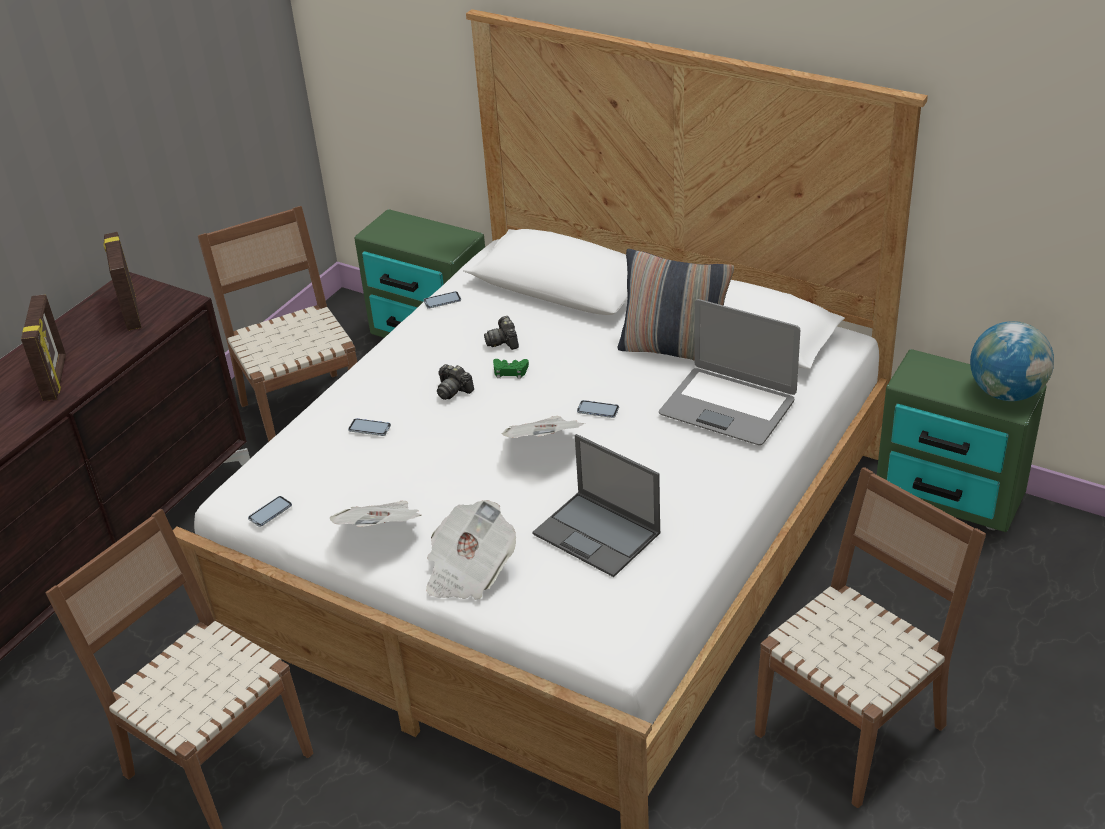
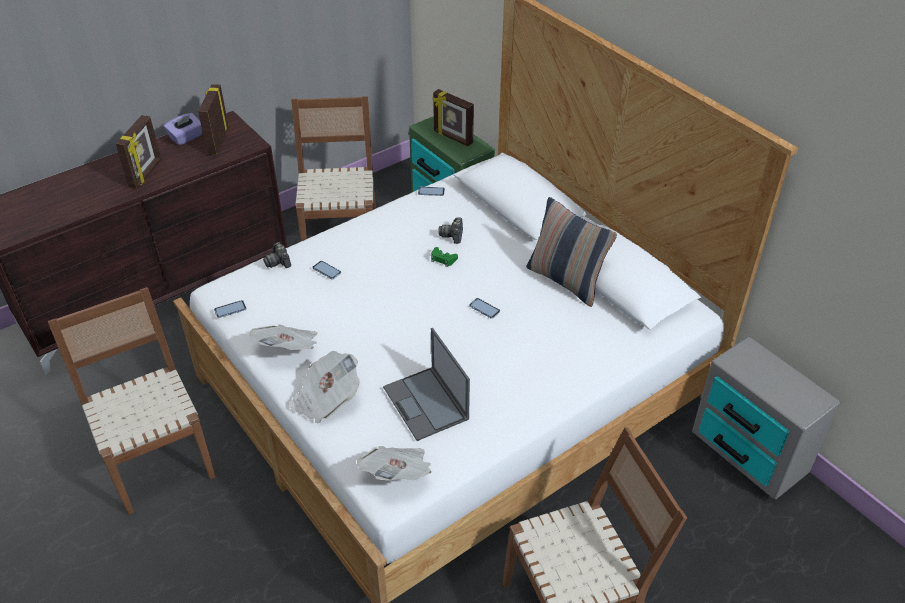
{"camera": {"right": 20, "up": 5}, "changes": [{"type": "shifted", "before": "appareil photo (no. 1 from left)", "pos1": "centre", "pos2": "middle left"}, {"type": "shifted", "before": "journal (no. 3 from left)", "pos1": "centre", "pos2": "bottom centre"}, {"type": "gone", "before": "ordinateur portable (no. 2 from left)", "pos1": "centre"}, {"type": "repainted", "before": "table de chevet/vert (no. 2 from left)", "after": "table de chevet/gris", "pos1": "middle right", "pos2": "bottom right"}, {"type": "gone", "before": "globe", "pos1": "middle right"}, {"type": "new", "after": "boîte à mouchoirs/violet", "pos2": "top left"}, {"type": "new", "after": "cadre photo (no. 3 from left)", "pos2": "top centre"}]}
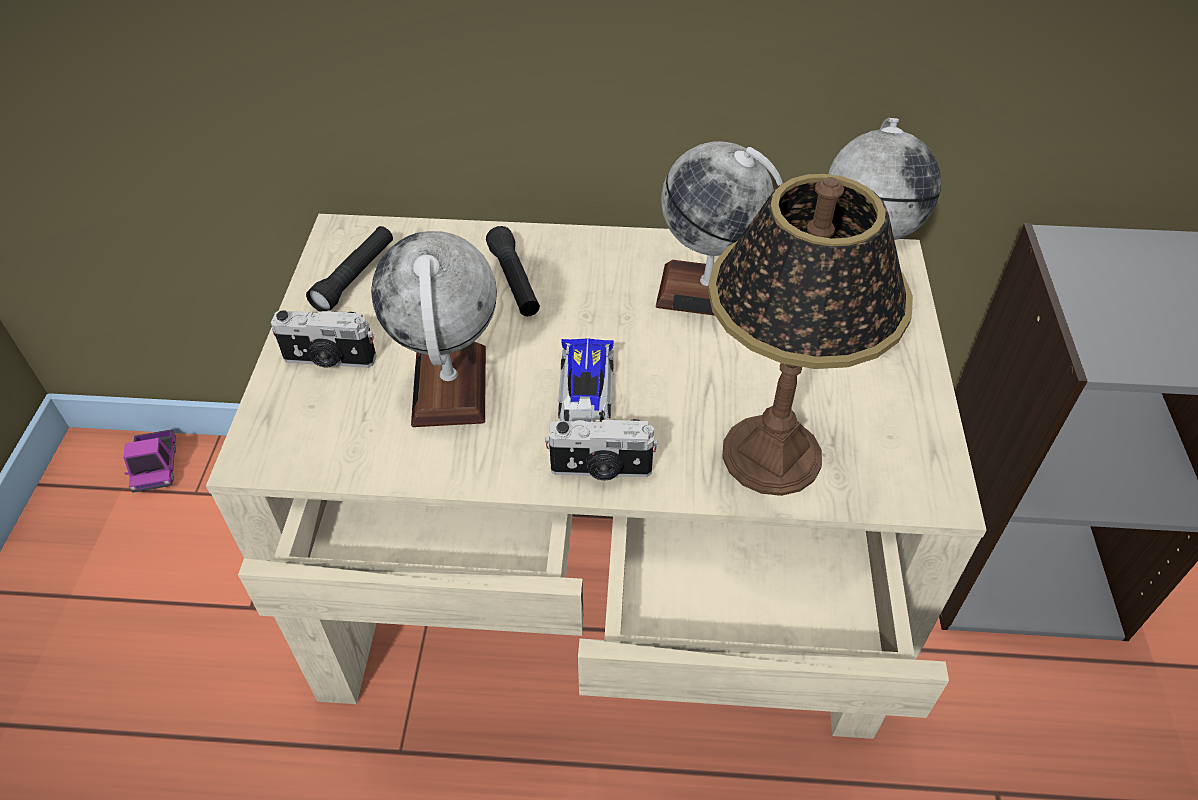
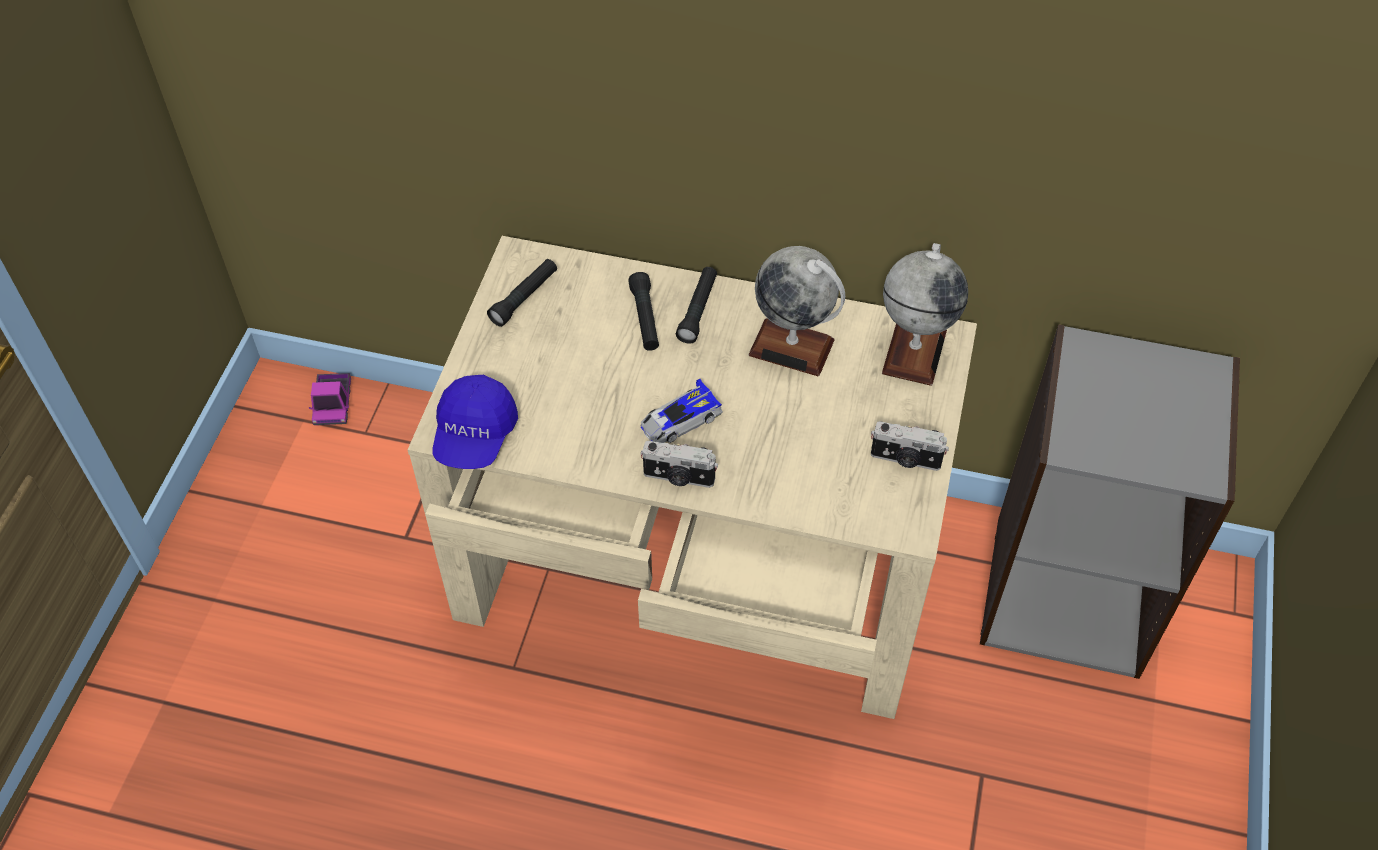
{"camera": {"right": 10, "up": 5}, "changes": [{"type": "shifted", "before": "appareil photo (no. 1 from left in the first image)", "after": "appareil photo (no. 2 from left)", "pos1": "middle left", "pos2": "centre"}, {"type": "gone", "before": "globe (no. 1 from left)", "pos1": "centre"}, {"type": "rotated", "before": "petite voiture", "pos1": "centre", "pos2": "centre", "turn": 45}, {"type": "gone", "before": "lampe de table", "pos1": "middle right"}, {"type": "new", "after": "casquette/bleu", "pos2": "centre"}, {"type": "new", "after": "lampe de poche/noir (no. 3 from left)", "pos2": "centre"}]}
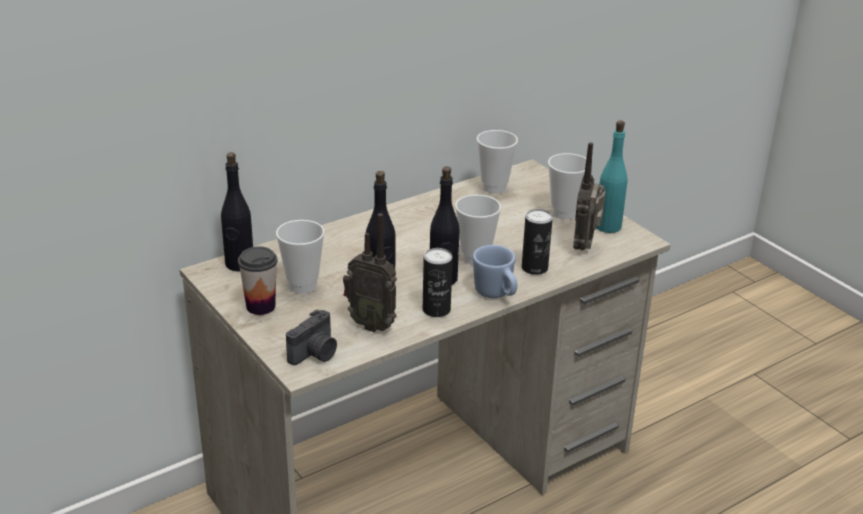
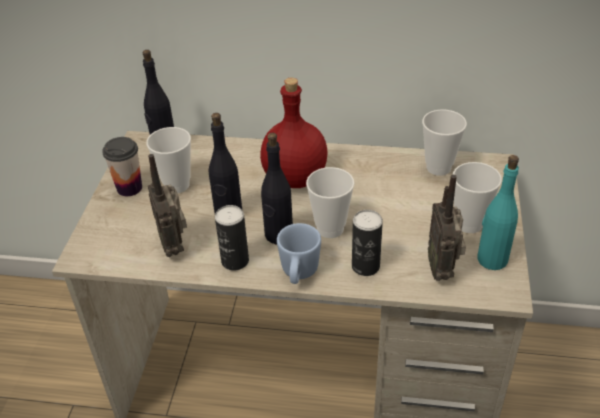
{"camera": {"right": 45, "up": 10}, "changes": [{"type": "gone", "before": "appareil photo", "pos1": "centre"}, {"type": "rotated", "before": "radio (no. 2 from left)", "pos1": "middle right", "pos2": "middle right", "turn": -60}, {"type": "new", "after": "bouteille/rouge", "pos2": "top centre"}]}
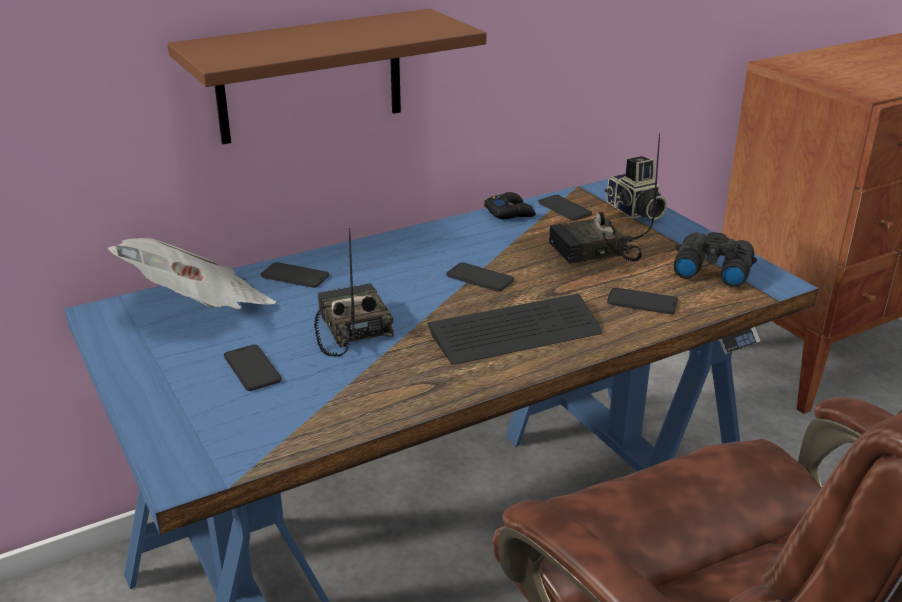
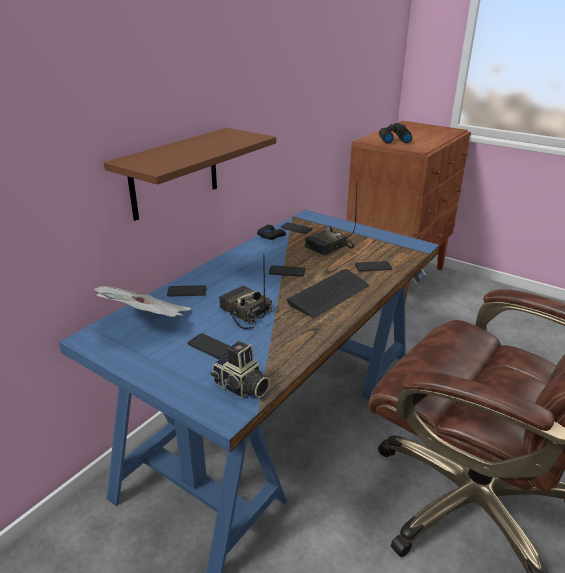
{"camera": {"right": -25, "up": 0}, "changes": [{"type": "shifted", "before": "appareil photo", "pos1": "top right", "pos2": "centre"}, {"type": "shifted", "before": "jumelles/noir", "pos1": "middle right", "pos2": "top right"}]}
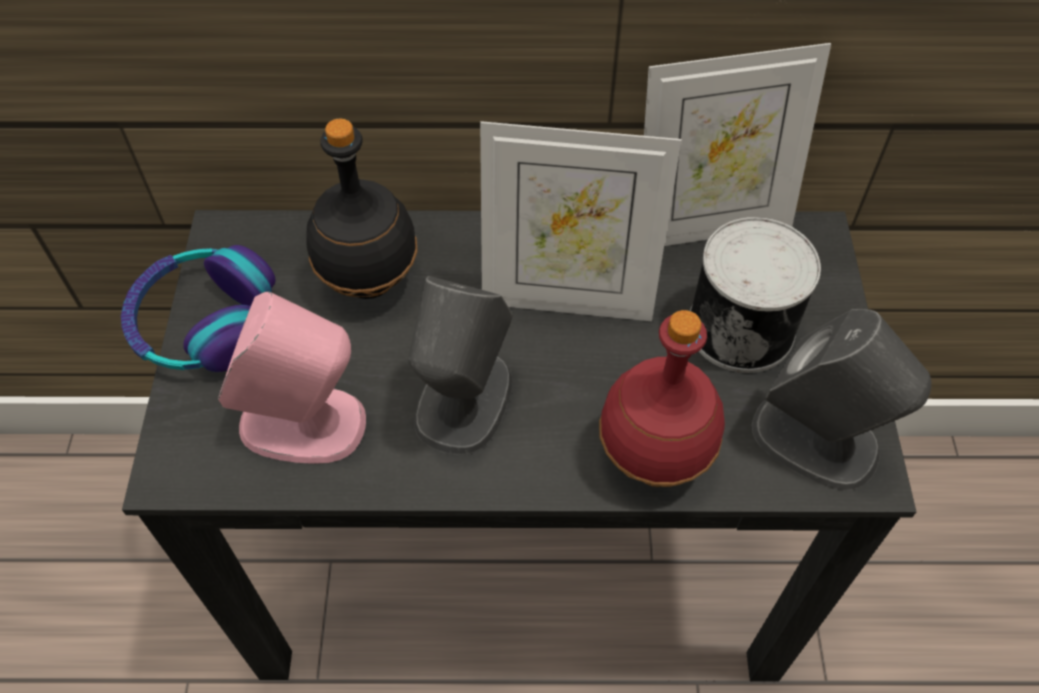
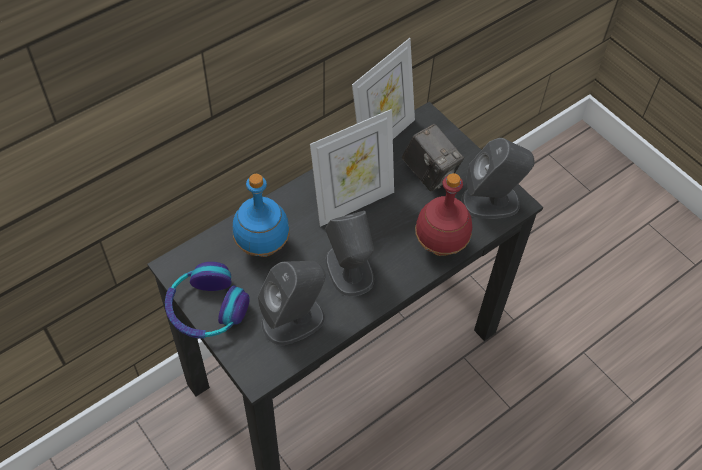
{"camera": {"right": -40, "up": 0}, "changes": [{"type": "repainted", "before": "enceinte/rose", "after": "enceinte/gris (no. 1 from left)", "pos1": "middle left", "pos2": "centre"}, {"type": "repainted", "before": "bouteille/noir", "after": "bouteille/bleu", "pos1": "top centre", "pos2": "centre"}, {"type": "swapped", "before": "boîte métallique", "after": "appareil photo", "pos1": "middle right", "pos2": "centre"}]}
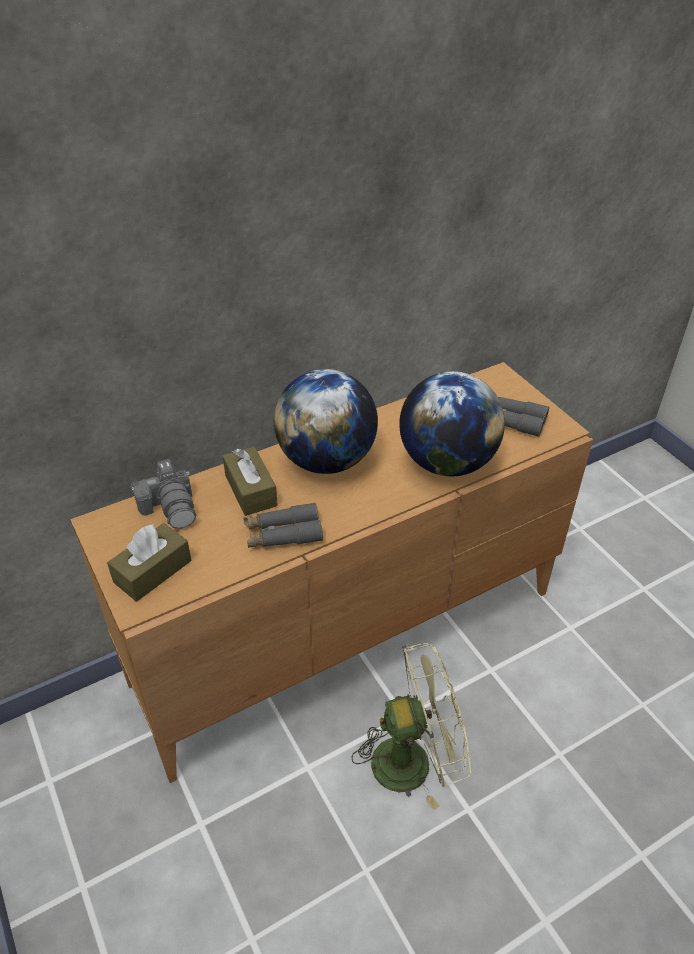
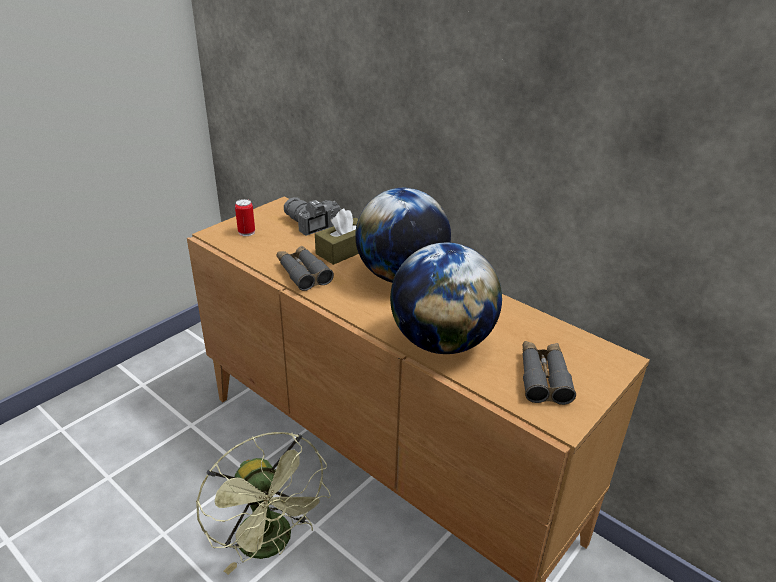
{"camera": {"right": 70, "up": -10}, "changes": [{"type": "swapped", "before": "boîte à mouchoirs/marron (no. 1 from left)", "after": "boîte métallique", "pos1": "middle left", "pos2": "middle left"}, {"type": "rotated", "before": "appareil photo", "pos1": "middle left", "pos2": "centre", "turn": 90}]}
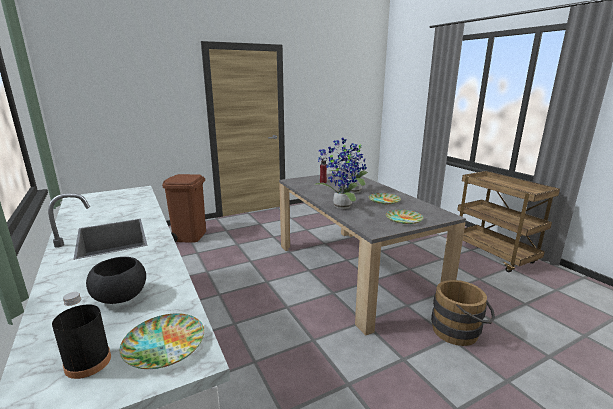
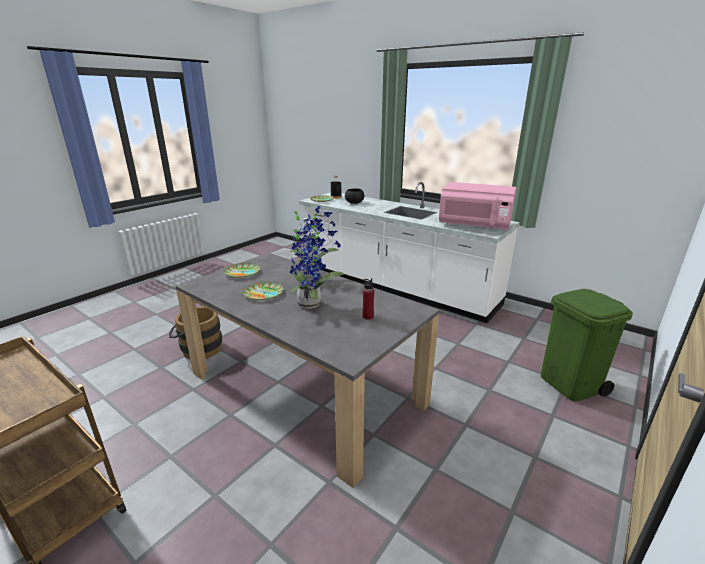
{"camera": {"right": 155, "up": 5}, "changes": [{"type": "repainted", "before": "poubelle/marron", "after": "poubelle/vert", "pos1": "middle left", "pos2": "middle right"}, {"type": "new", "after": "micro-ondes/rose", "pos2": "middle right"}]}
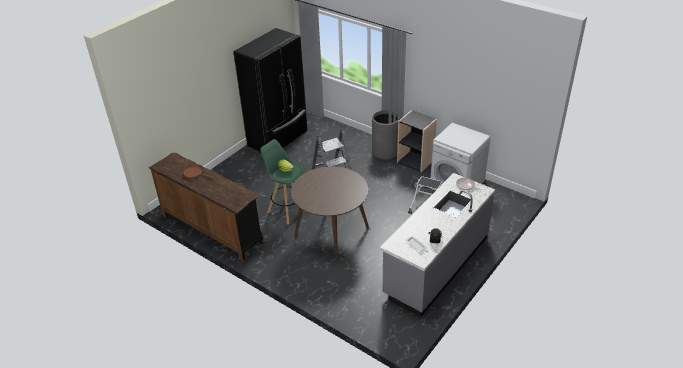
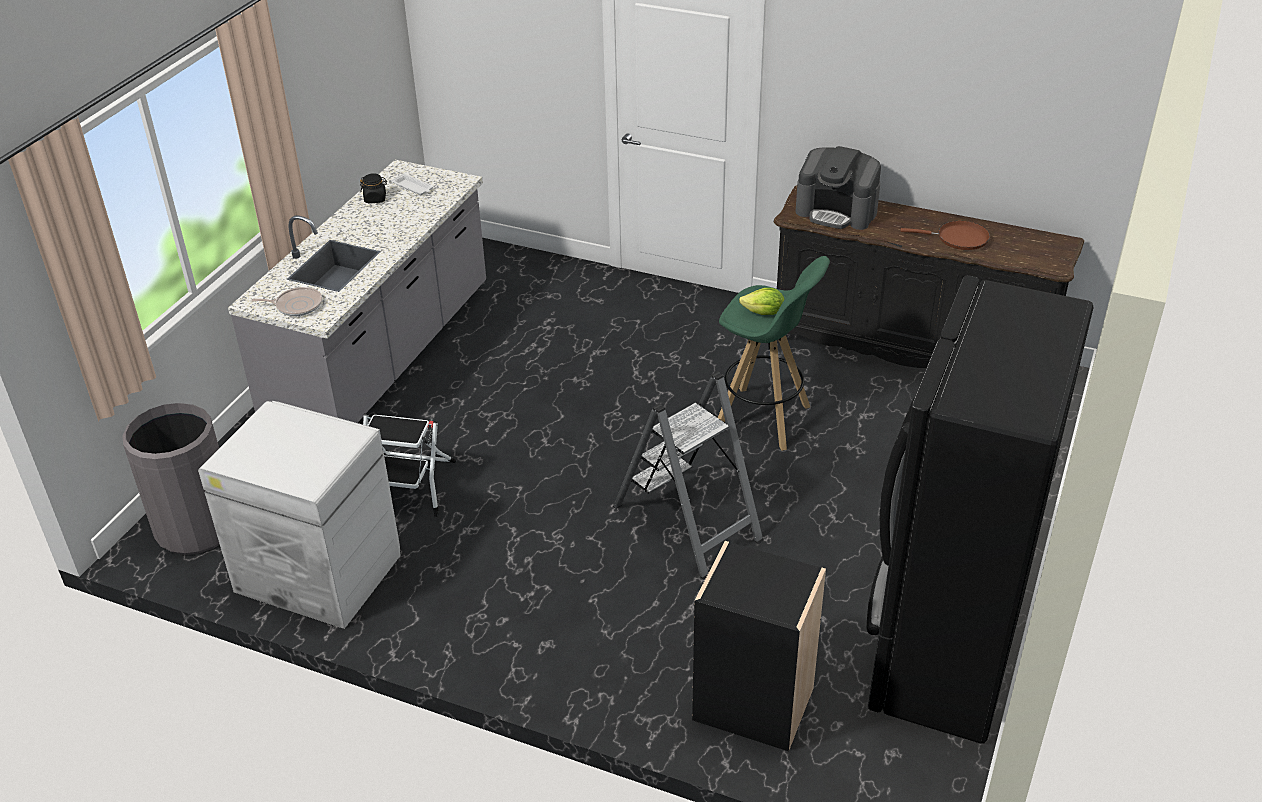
{"camera": {"right": 165, "up": 0}, "changes": [{"type": "gone", "before": "table à manger/marron", "pos1": "centre"}, {"type": "shifted", "before": "poubelle/gris", "pos1": "centre", "pos2": "middle left"}, {"type": "shifted", "before": "bibliothèque/noir", "pos1": "centre", "pos2": "bottom centre"}, {"type": "new", "after": "machine à café", "pos2": "top centre"}]}
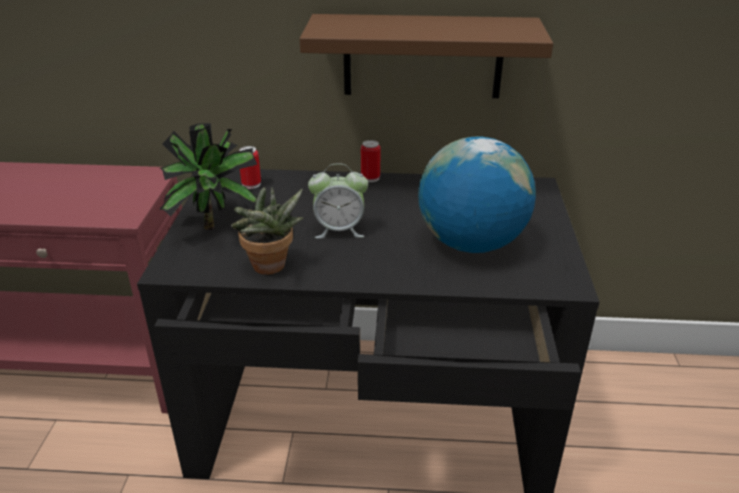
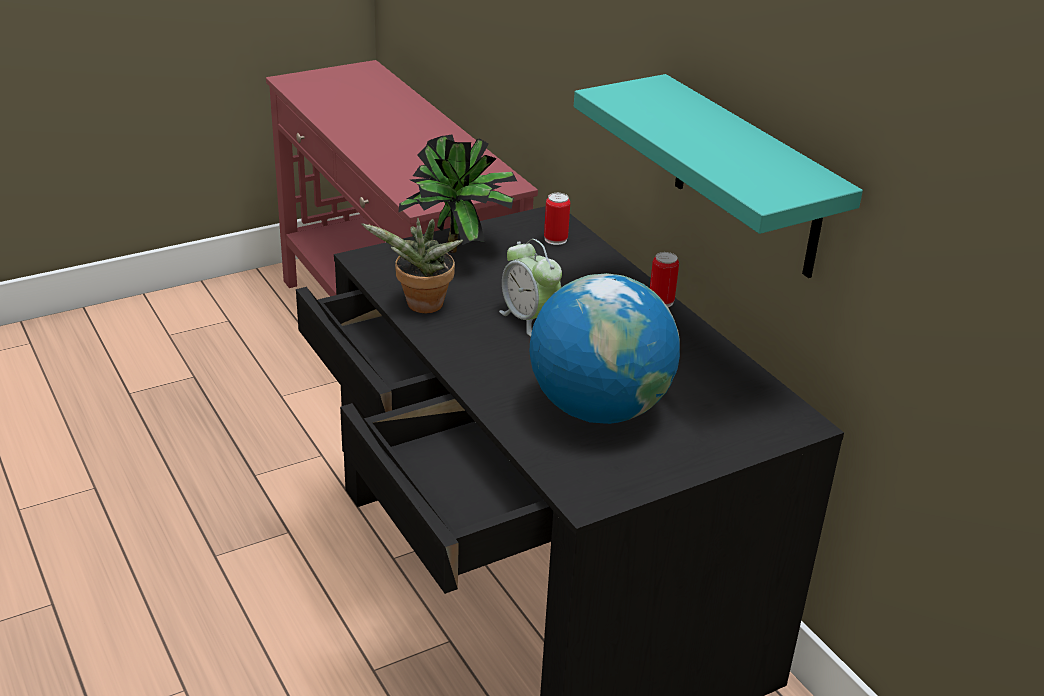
{"camera": {"right": 55, "up": 0}, "changes": [{"type": "repainted", "before": "étagère/marron", "after": "étagère/turquoise", "pos1": "top centre", "pos2": "top right"}]}
